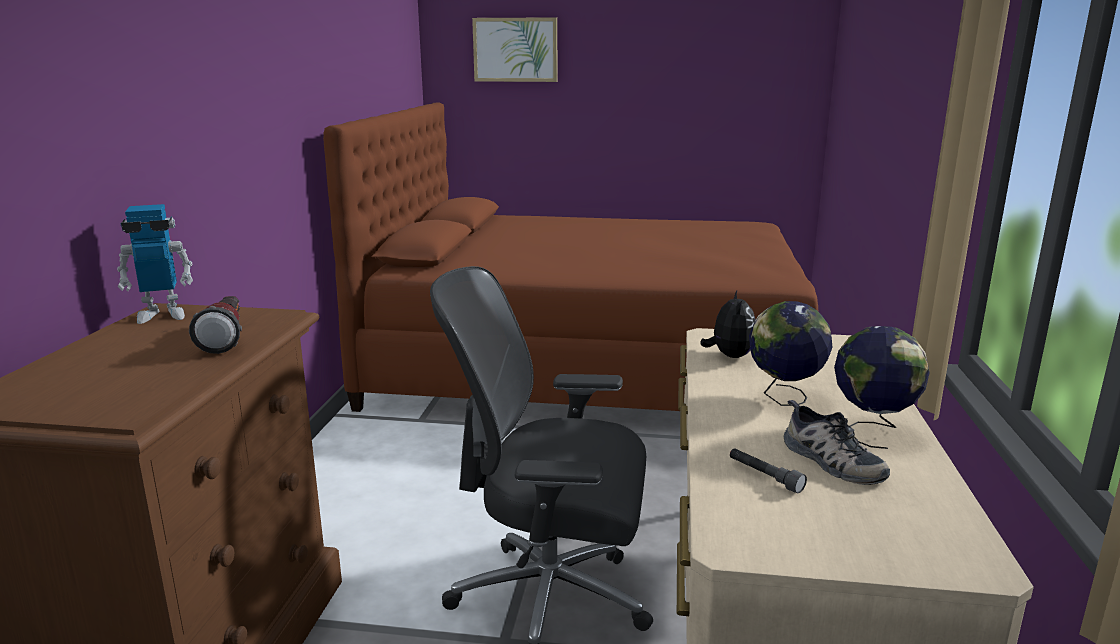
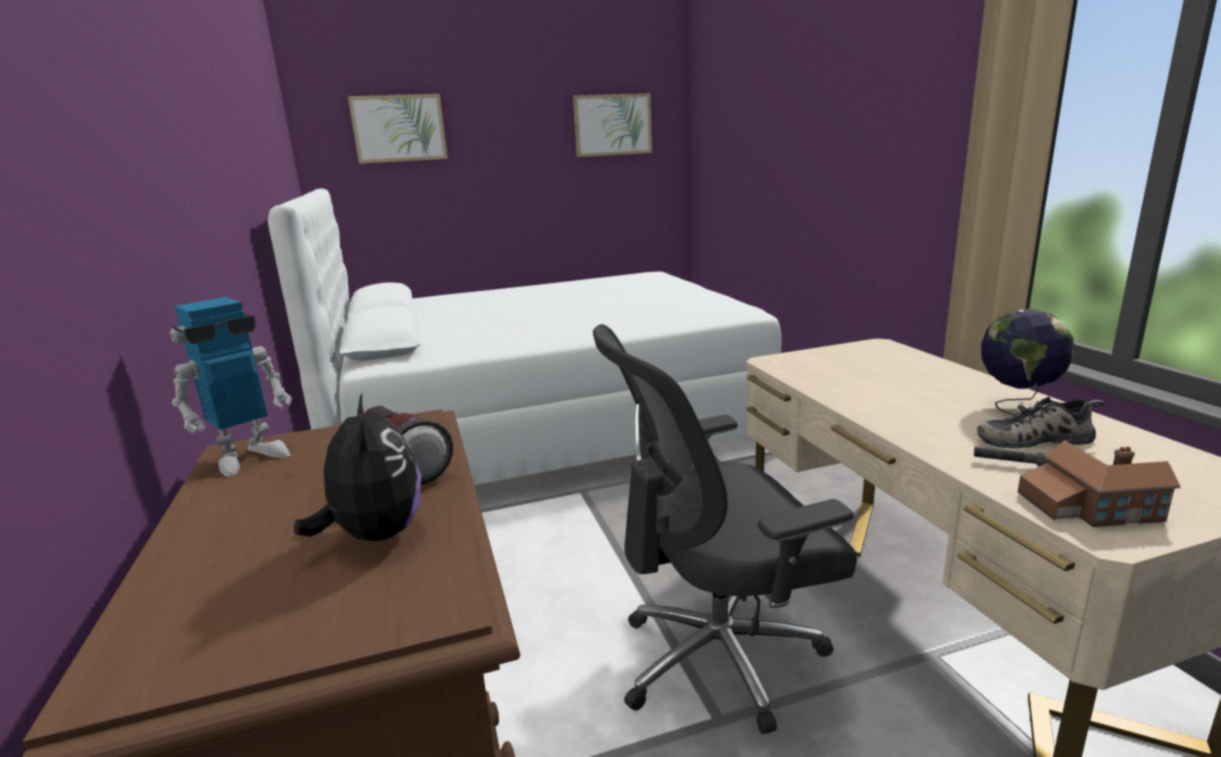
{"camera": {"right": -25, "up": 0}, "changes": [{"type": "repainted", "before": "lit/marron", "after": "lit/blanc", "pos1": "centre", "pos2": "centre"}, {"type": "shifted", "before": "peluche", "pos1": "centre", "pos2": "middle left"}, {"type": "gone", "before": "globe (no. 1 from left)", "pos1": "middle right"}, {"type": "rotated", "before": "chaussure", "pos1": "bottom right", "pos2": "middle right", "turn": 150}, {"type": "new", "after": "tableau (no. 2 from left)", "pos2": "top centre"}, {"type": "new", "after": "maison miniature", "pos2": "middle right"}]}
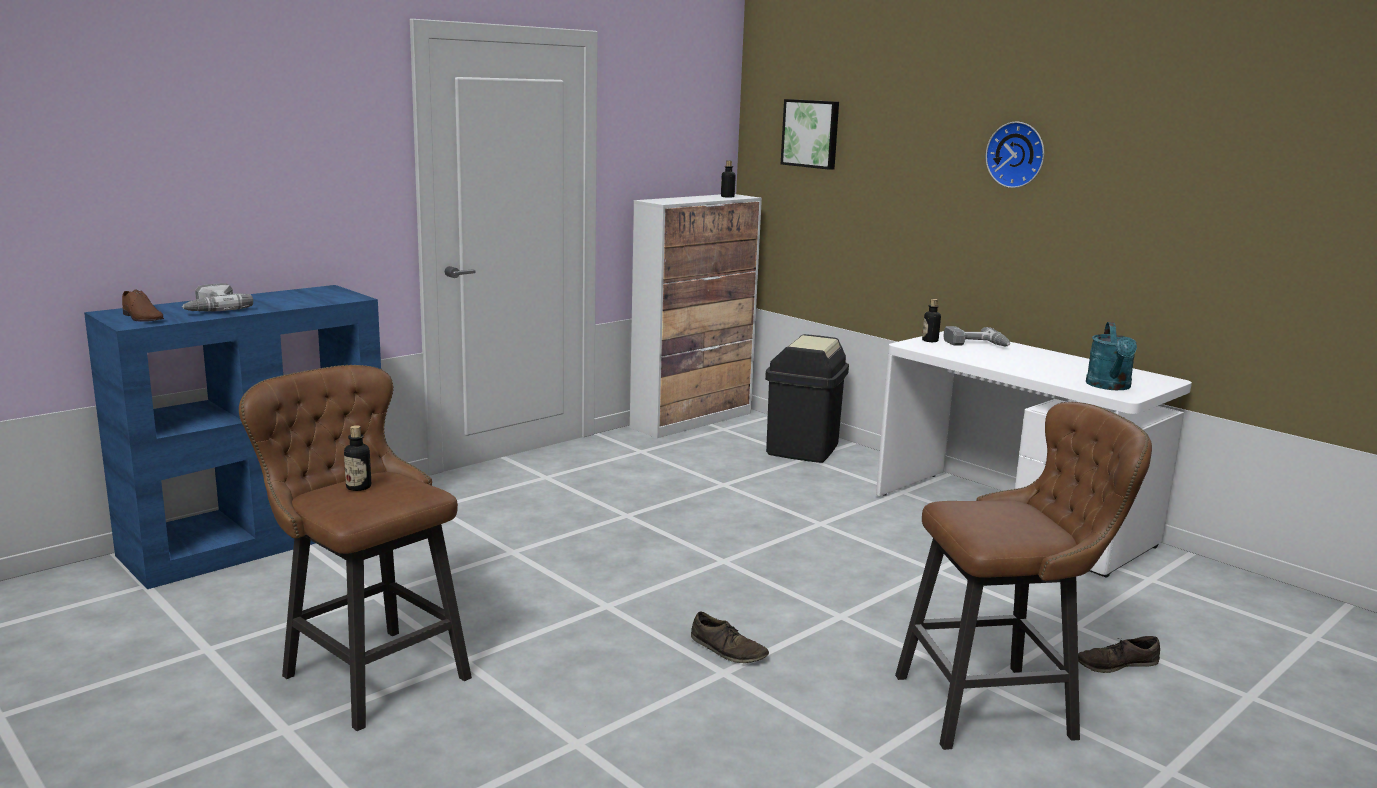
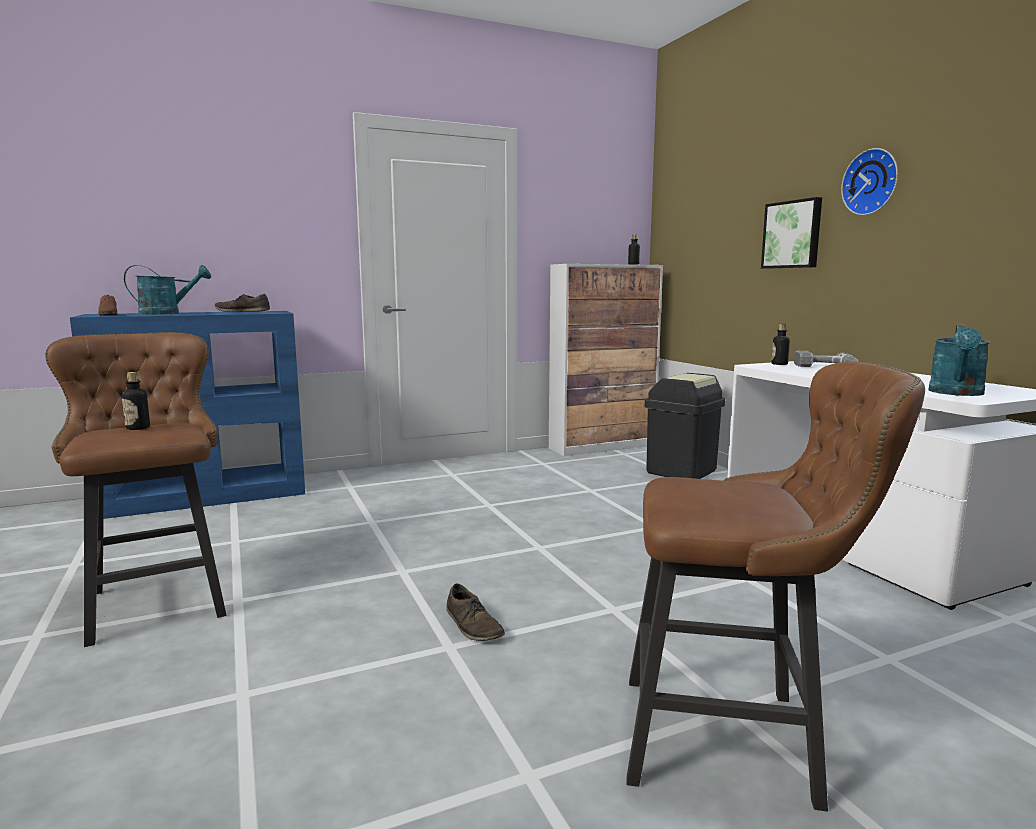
{"camera": {"right": 20, "up": -5}, "changes": [{"type": "swapped", "before": "perceuse (no. 1 from left)", "after": "arrosoir/turquoise (no. 1 from left)", "pos1": "middle left", "pos2": "middle left"}, {"type": "shifted", "before": "tableau", "pos1": "top centre", "pos2": "top right"}, {"type": "shifted", "before": "chaussure/marron (no. 3 from left in the first image)", "after": "chaussure/marron (no. 2 from left)", "pos1": "bottom right", "pos2": "middle left"}]}
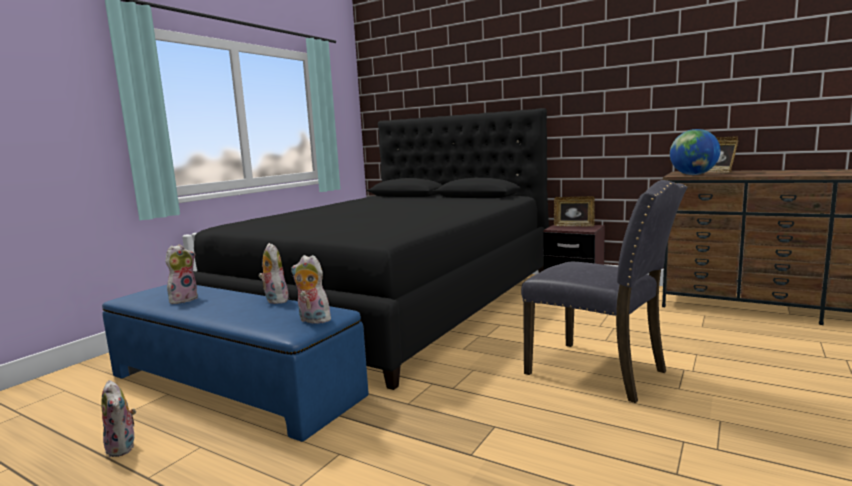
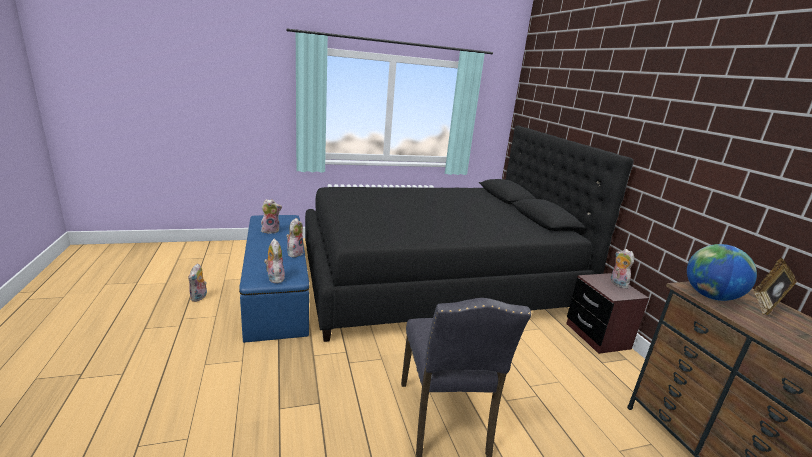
{"camera": {"right": 40, "up": 10}, "changes": [{"type": "swapped", "before": "cadre photo (no. 1 from left)", "after": "peluche (no. 5 from left)", "pos1": "middle right", "pos2": "middle right"}]}
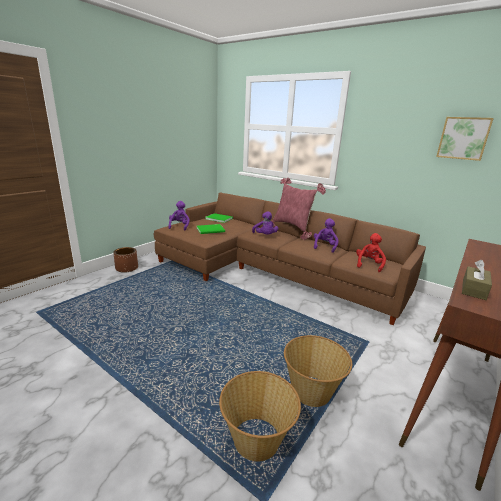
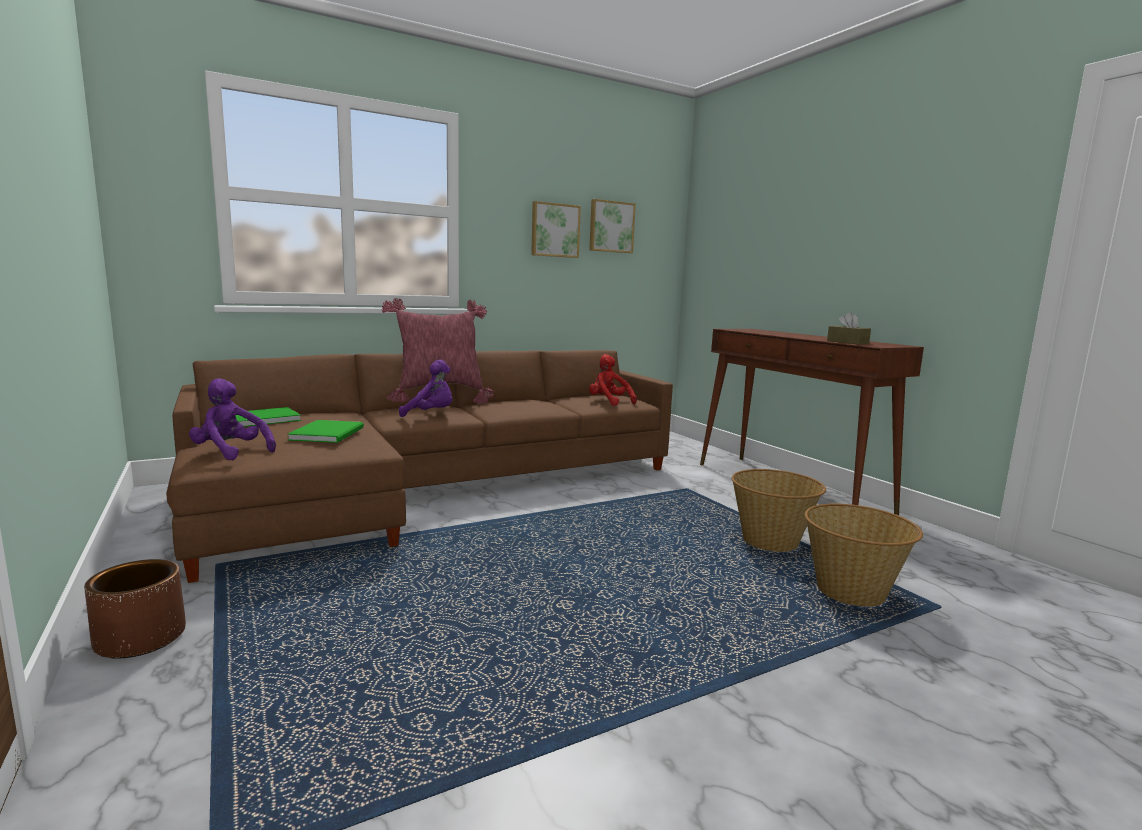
{"camera": {"right": -65, "up": -10}, "changes": [{"type": "gone", "before": "peluche/violet (no. 3 from left)", "pos1": "centre"}, {"type": "new", "after": "tableau (no. 1 from left)", "pos2": "top centre"}]}
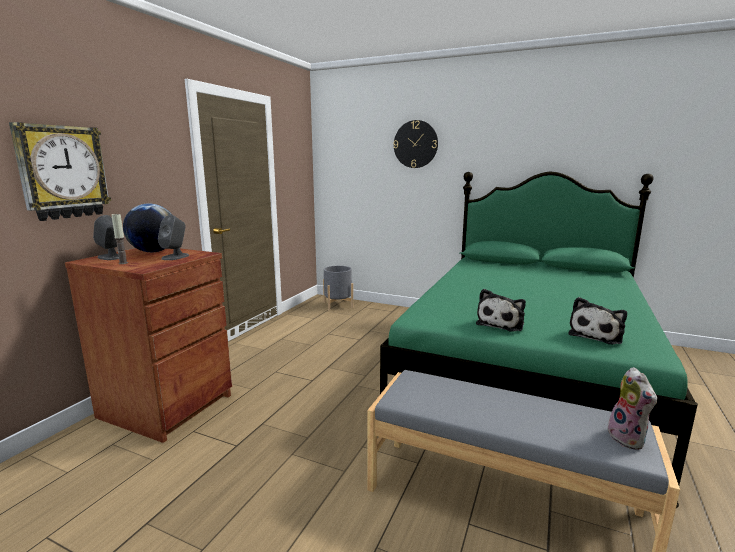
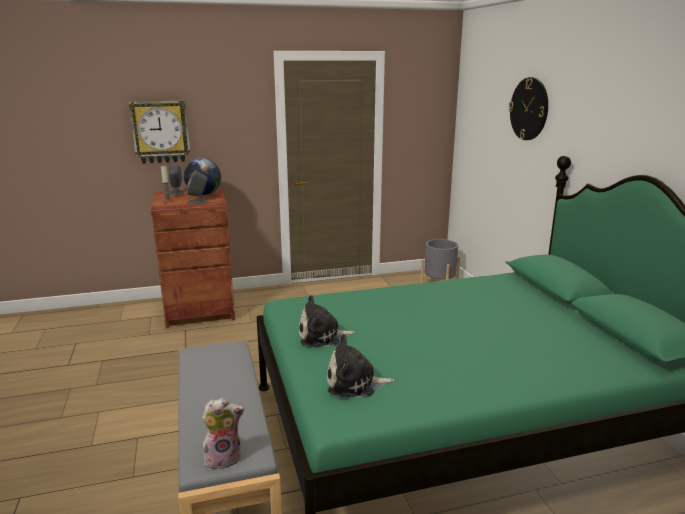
{"camera": {"right": 50, "up": 5}, "changes": [{"type": "rotated", "before": "peluche (no. 3 from left in the first image)", "pos1": "bottom right", "pos2": "bottom left", "turn": -150}]}
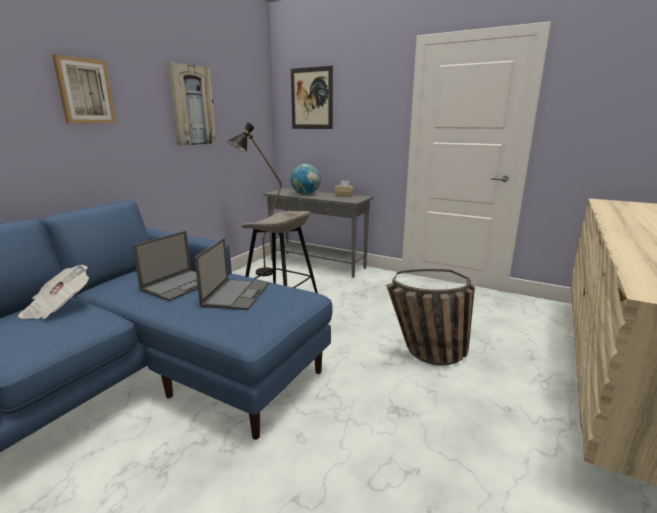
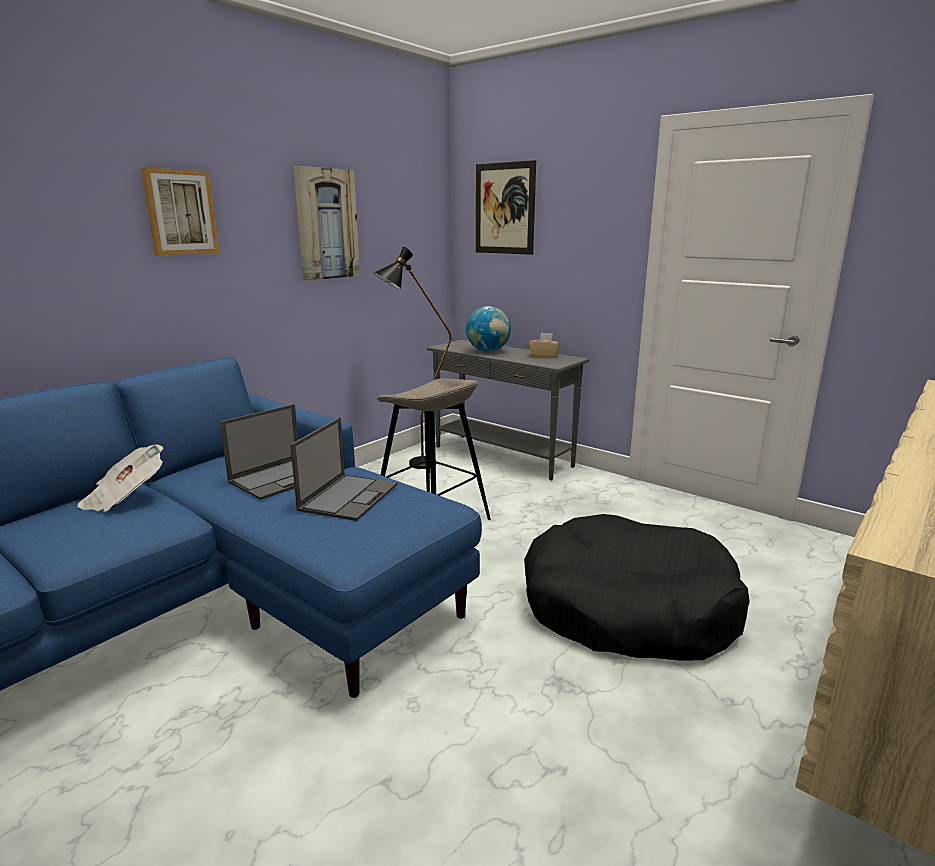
{"camera": {"right": 10, "up": 0}, "changes": [{"type": "swapped", "before": "panier", "after": "panier pour chien/noir", "pos1": "centre", "pos2": "bottom right"}]}
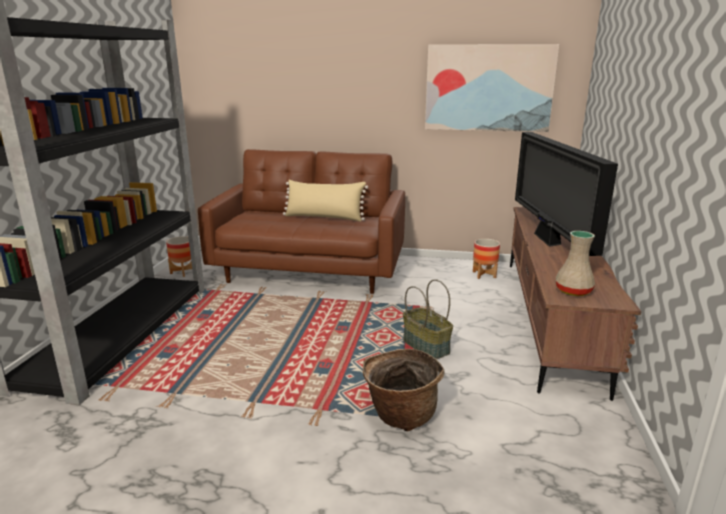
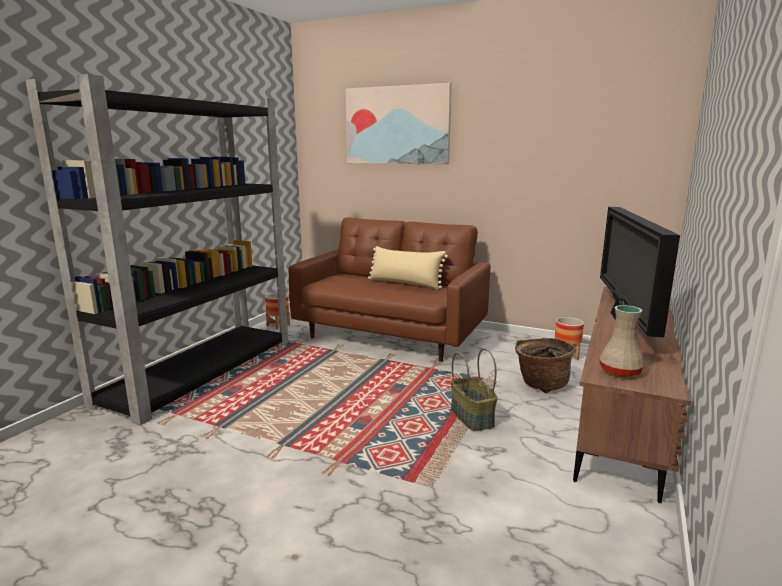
{"camera": {"right": 15, "up": -5}, "changes": [{"type": "shifted", "before": "panier (no. 1 from left in the first image)", "after": "panier (no. 2 from left)", "pos1": "bottom centre", "pos2": "middle right"}, {"type": "shifted", "before": "tableau", "pos1": "top right", "pos2": "top centre"}]}
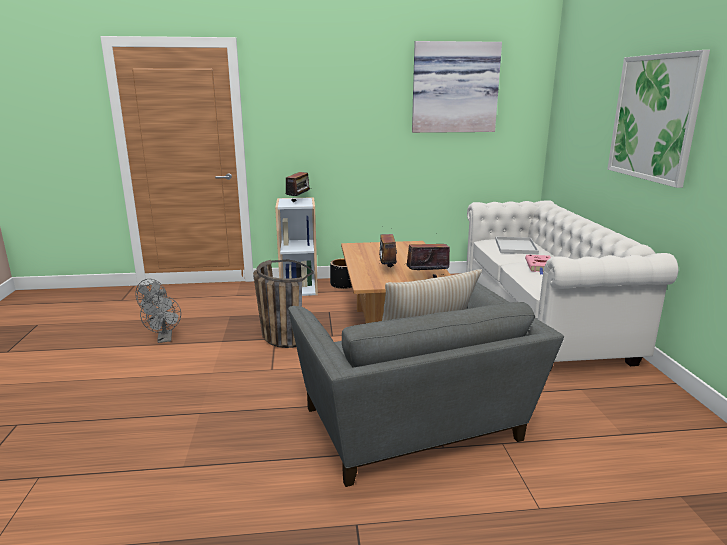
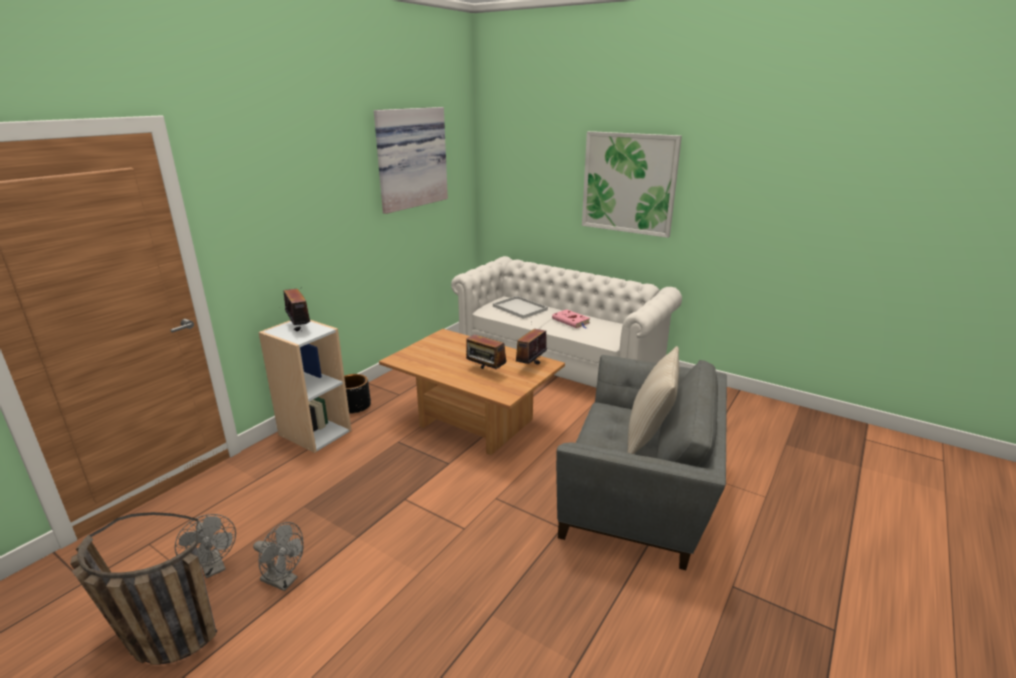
{"camera": {"right": -50, "up": 5}, "changes": [{"type": "shifted", "before": "panier", "pos1": "centre", "pos2": "bottom left"}]}
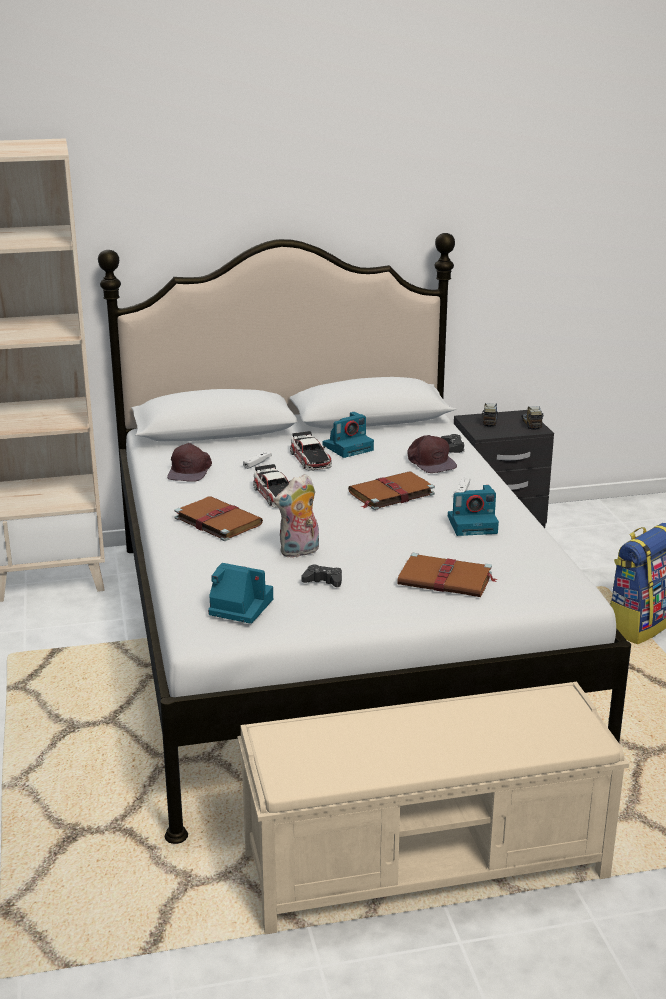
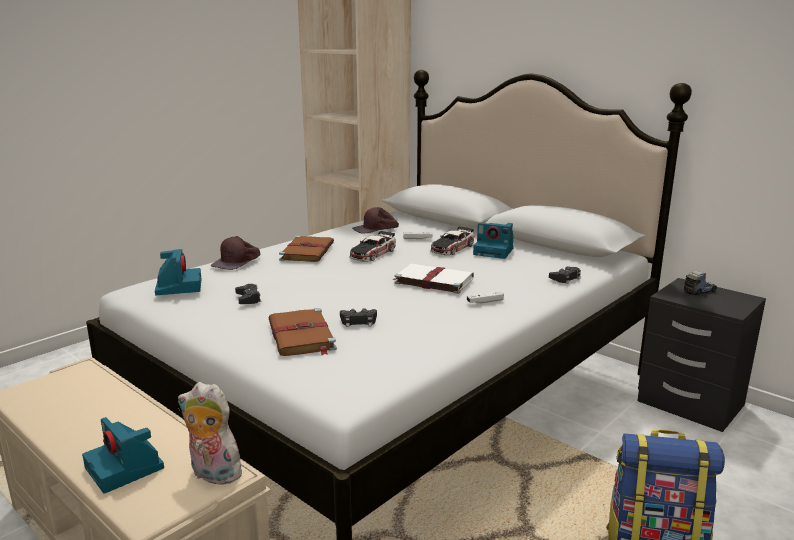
{"camera": {"right": 55, "up": -5}, "changes": [{"type": "shifted", "before": "peluche", "pos1": "centre", "pos2": "bottom left"}, {"type": "repainted", "before": "livre/marron (no. 2 from left)", "after": "livre/blanc", "pos1": "centre", "pos2": "centre"}, {"type": "shifted", "before": "casquette/marron (no. 2 from left in the first image)", "after": "casquette/marron (no. 1 from left)", "pos1": "centre", "pos2": "middle left"}, {"type": "shifted", "before": "appareil photo (no. 3 from left in the first image)", "after": "appareil photo (no. 1 from left)", "pos1": "middle right", "pos2": "bottom left"}, {"type": "gone", "before": "camion jouet (no. 2 from left)", "pos1": "middle right"}, {"type": "new", "after": "manette/noir (no. 2 from left)", "pos2": "centre"}]}
